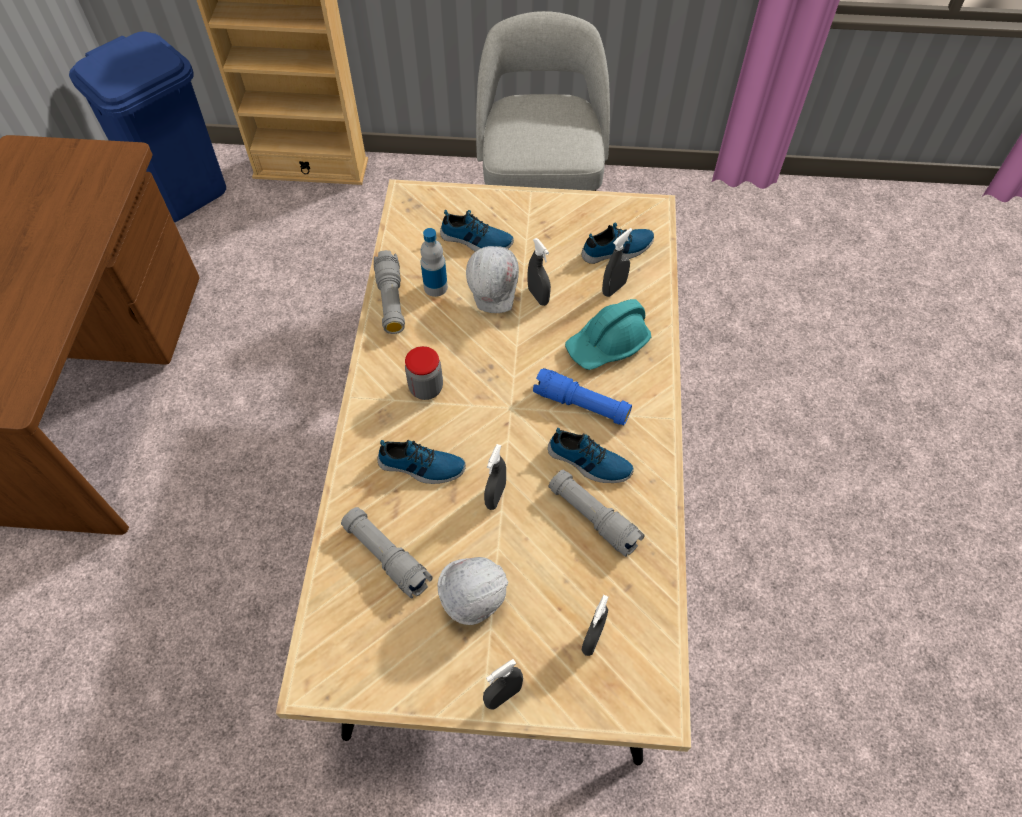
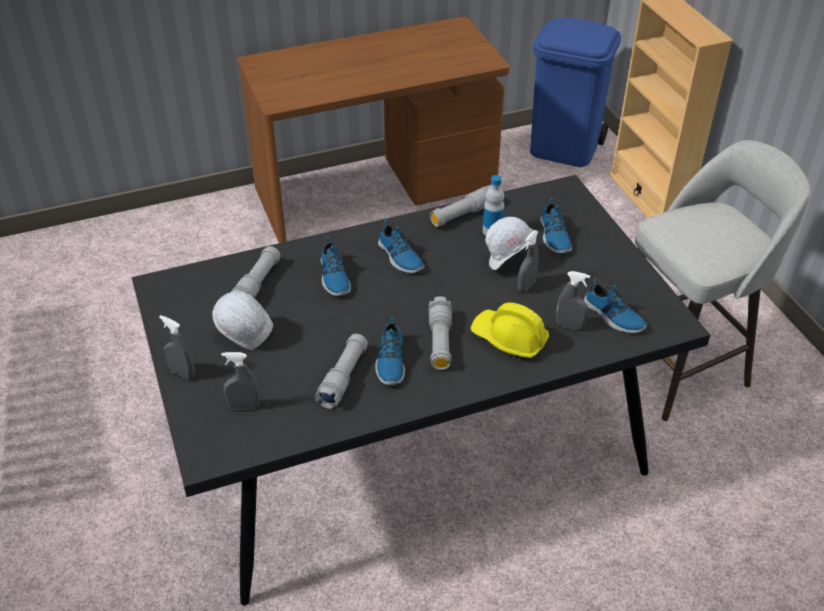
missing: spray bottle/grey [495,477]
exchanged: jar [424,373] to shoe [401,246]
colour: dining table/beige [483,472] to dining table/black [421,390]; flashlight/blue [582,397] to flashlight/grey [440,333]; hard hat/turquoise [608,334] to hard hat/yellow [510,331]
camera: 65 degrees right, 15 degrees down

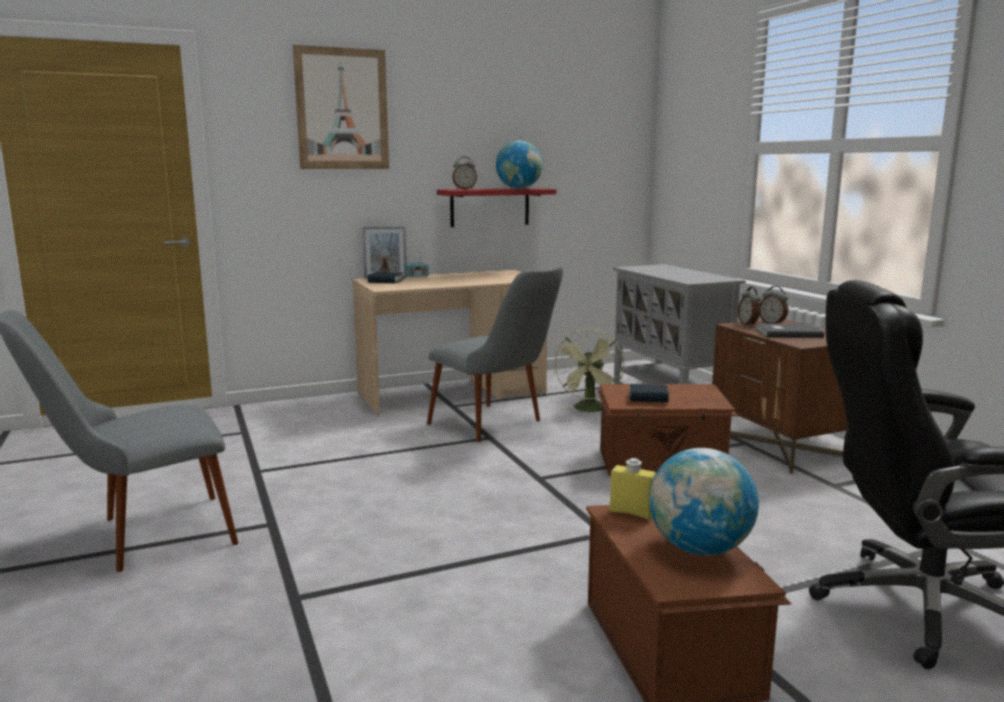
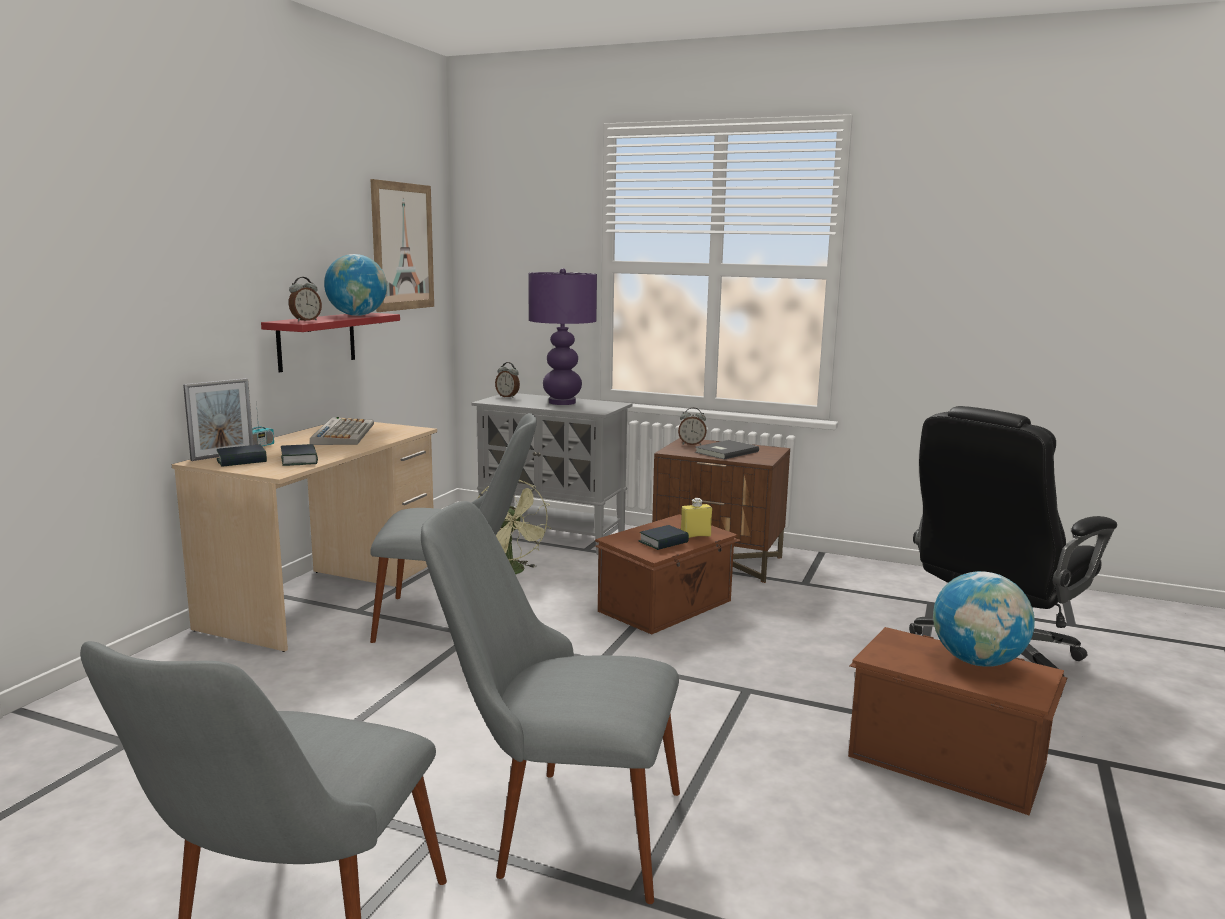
appeared: book [299,455]; keyboard [342,431]; chair/grey [550,702]; table lamp/purple [562,336]
relocated: picture [341,107] to [402,245]; bottle/yellow [632,489] to [696,518]; alarm clock [749,306] to [507,380]
camera: 45 degrees left, 0 degrees up

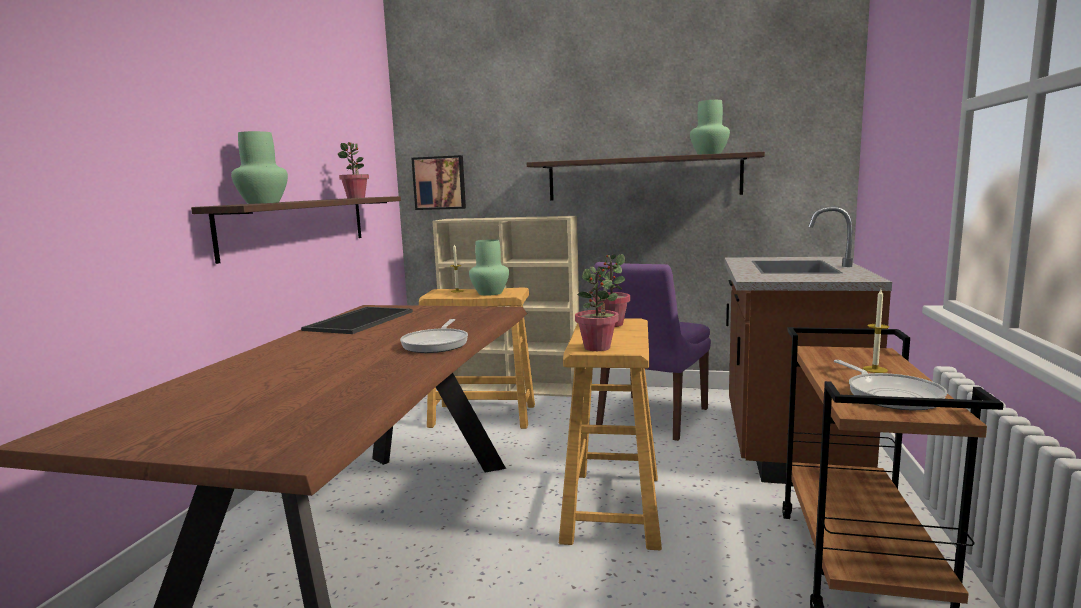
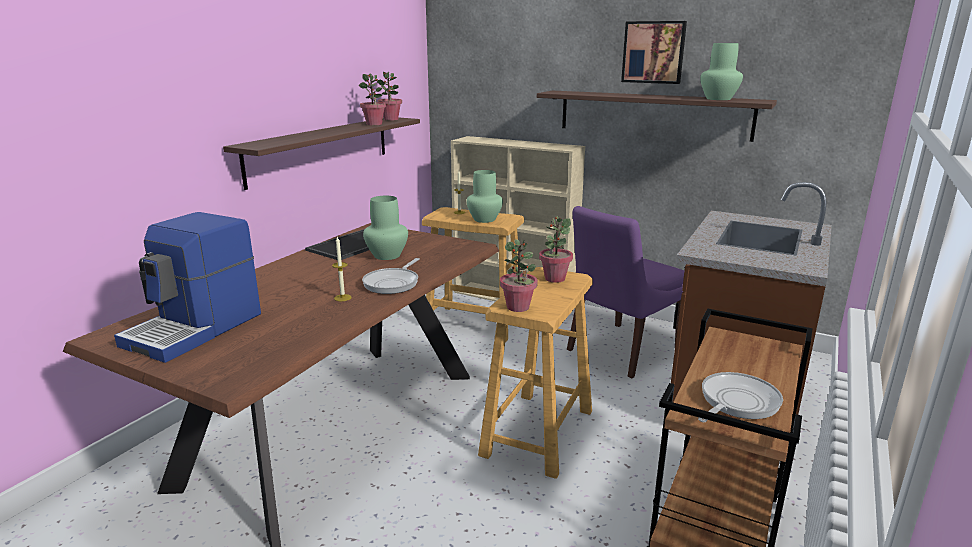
appeared: coffee machine [187,287]; potted plant [389,96]
relocated: vase/green [259,167] to [385,228]; picture [438,182] to [654,52]; candle [876,331] to [342,269]
spun: frying pan [890,385] = [740,397] 135 degrees counterclockwise
camera: 15 degrees right, 10 degrees up

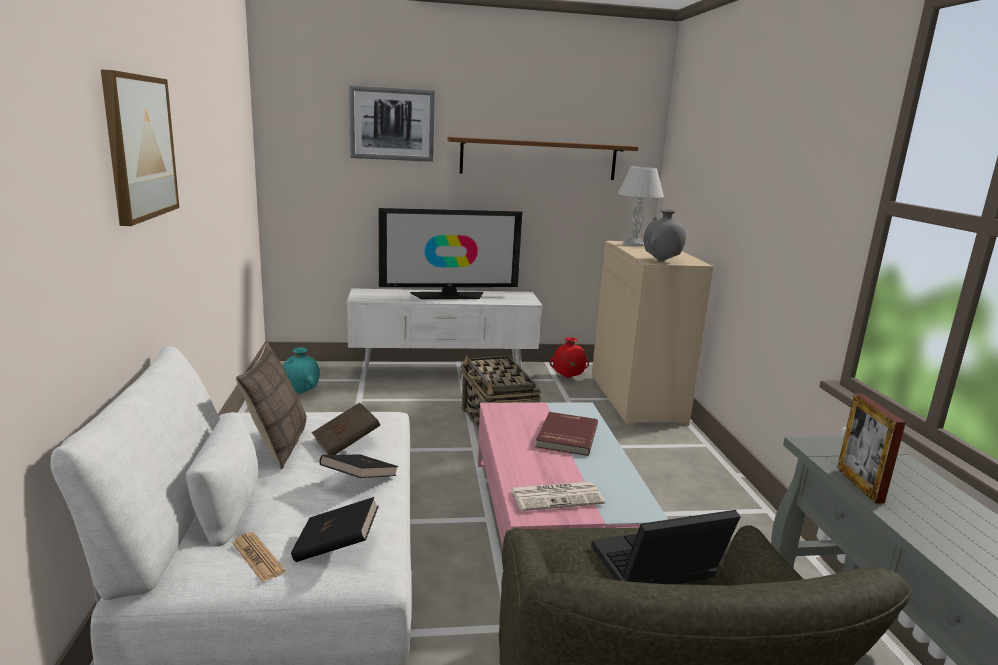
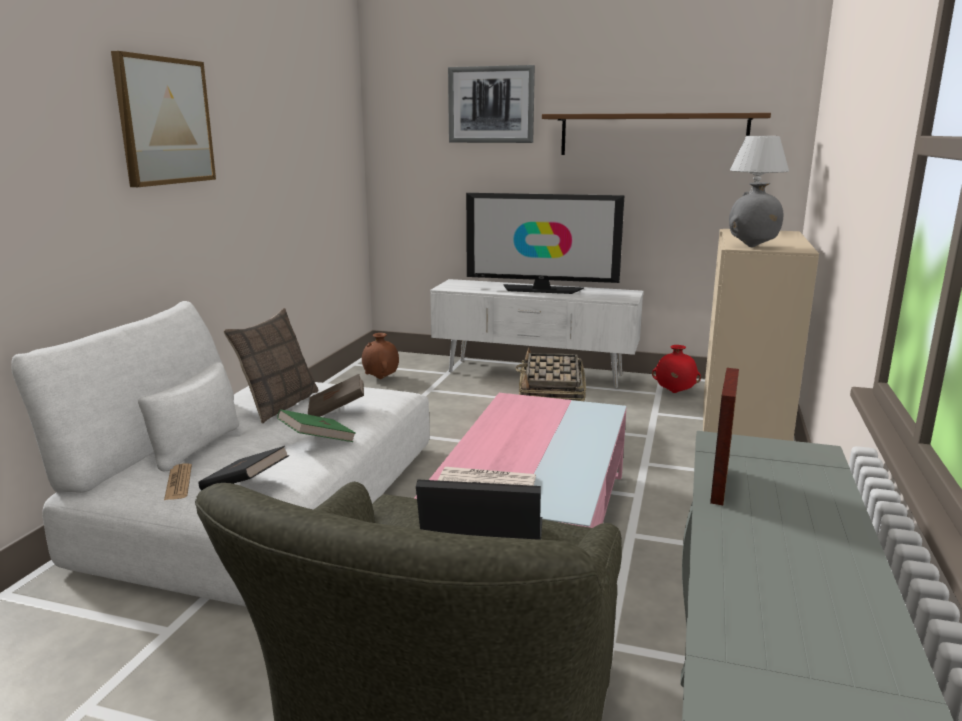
missing: book/red [567,434]
colour: vase/turquoise [301,371] to vase/brown [380,356]; book/black [359,466] to book/green [316,425]
camera: 25 degrees right, 0 degrees up

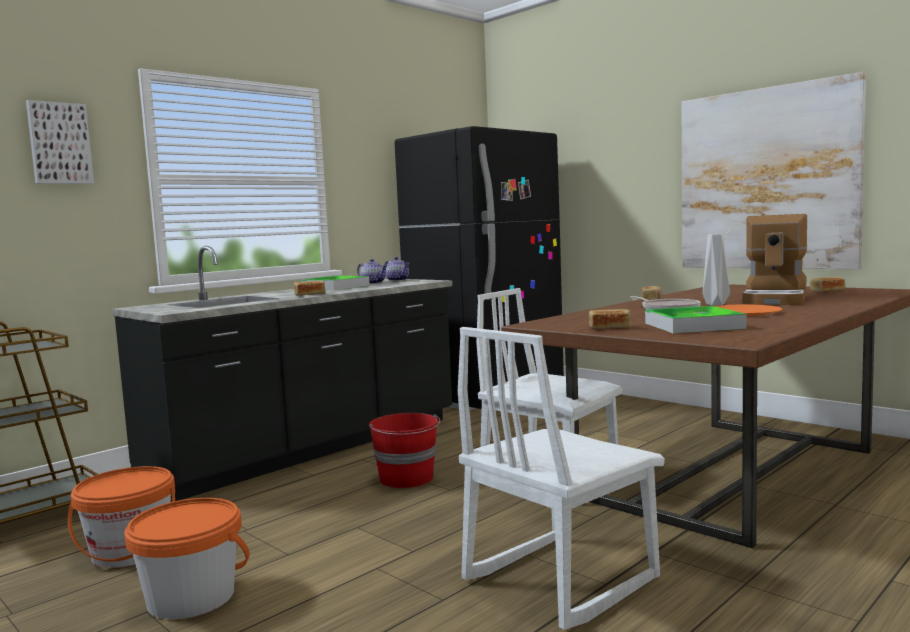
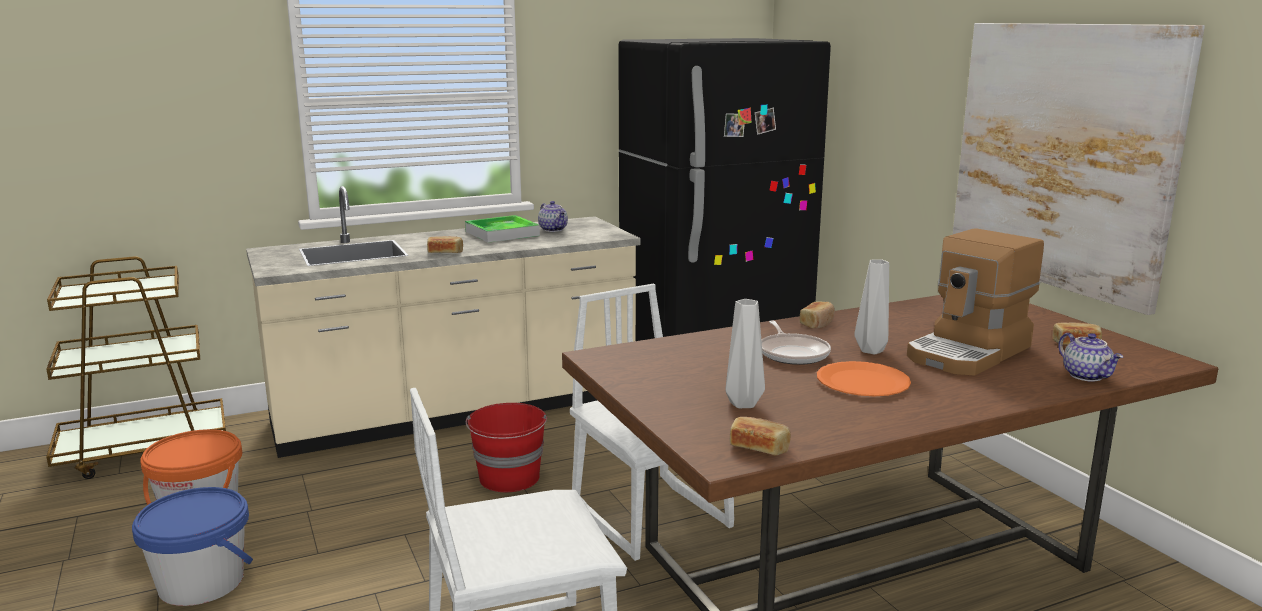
missing: picture [60,142]
relocated: teapot [397,269] to [1090,357]; bread [610,318] to [760,436]
exchanged: tray [696,319] to vase/grey [745,353]
colour: counter/black [282,374] to counter/beige [443,322]; bucket/orange [187,559] to bucket/blue [192,546]
camera: 20 degrees right, 10 degrees up

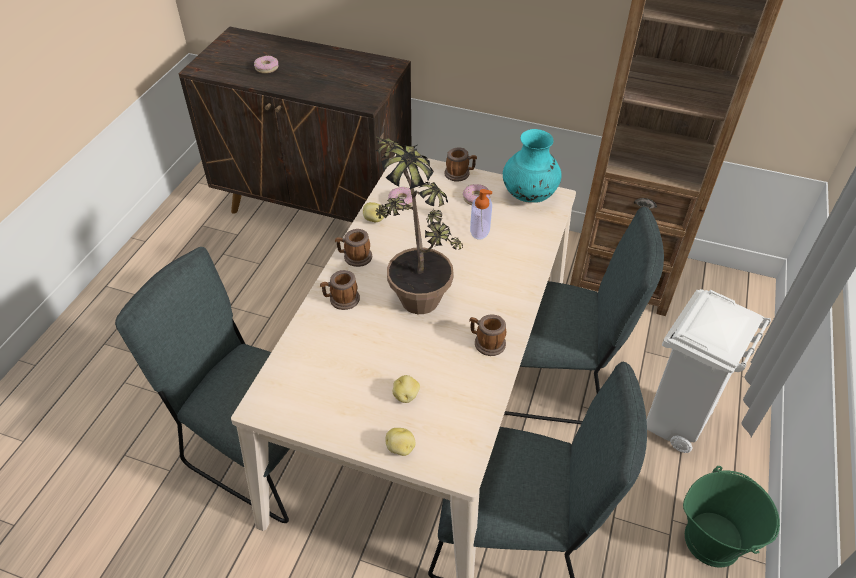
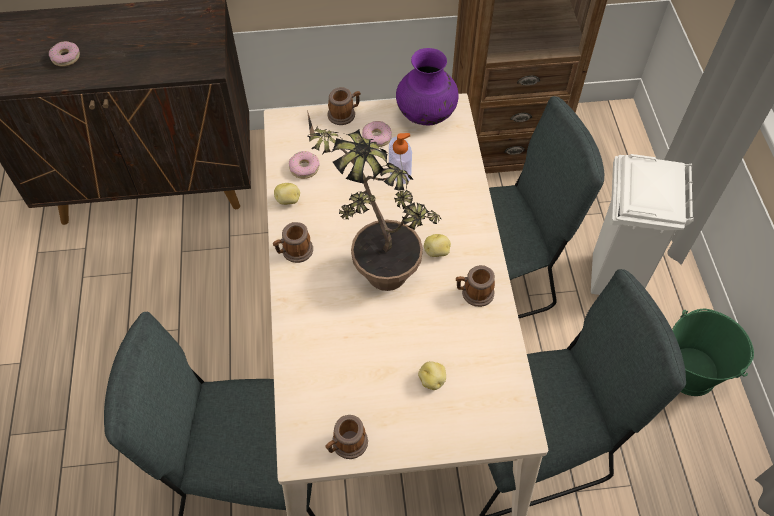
relocated: mug [340,290] to [346,437]; potato [400,442] to [437,245]
colour: vase/turquoise [532,166] to vase/purple [427,87]
camera: 25 degrees left, 10 degrees up

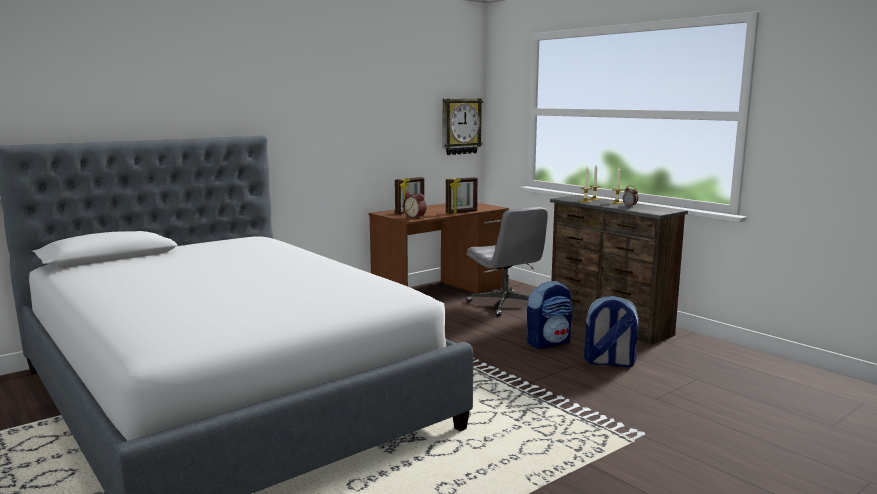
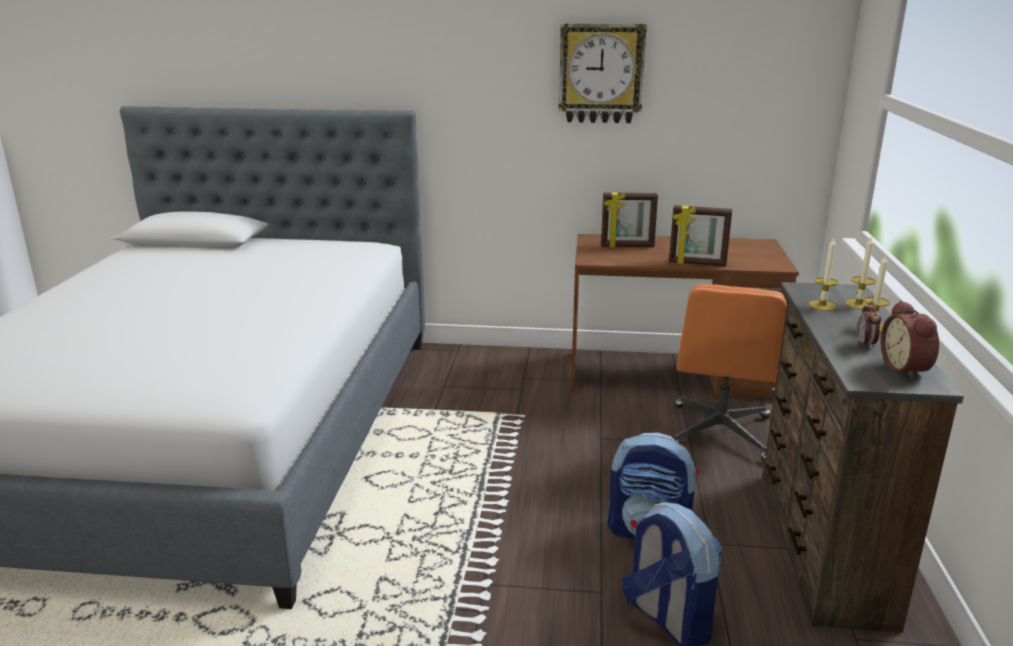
relocated: alarm clock [414,205] to [910,340]; wall clock [463,127] to [603,73]
colour: office chair/grey [507,262] to office chair/orange [730,373]
camera: 45 degrees right, 10 degrees up

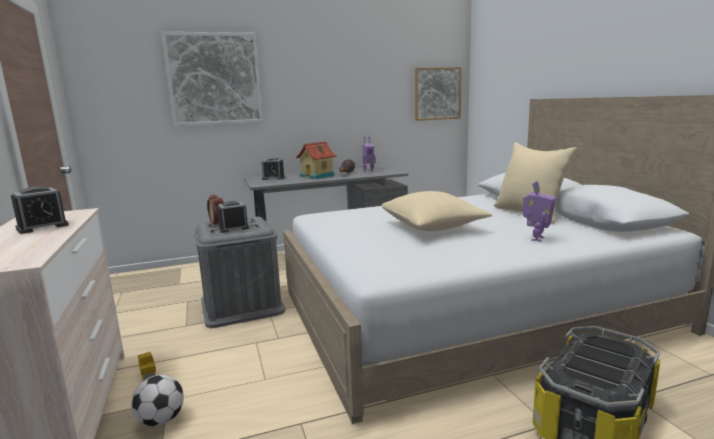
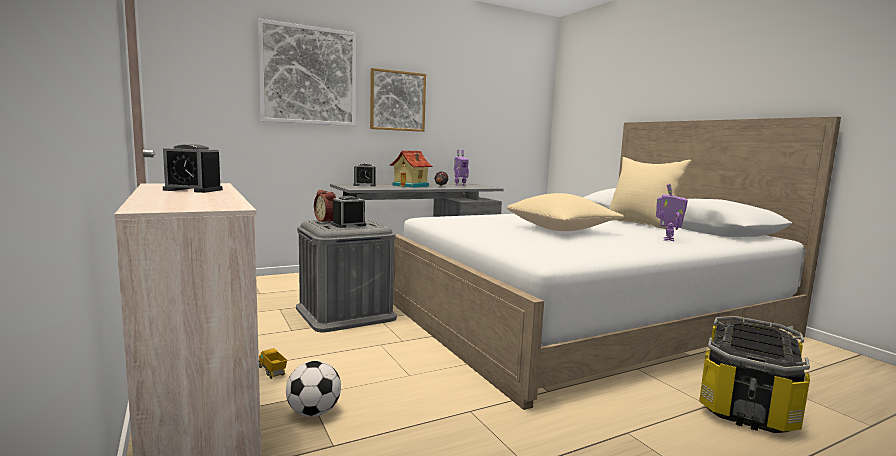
relocated: picture [438,94] to [398,100]
spun: alarm clock [40,210] = [193,168] 60 degrees clockwise
camera: 10 degrees left, 5 degrees down

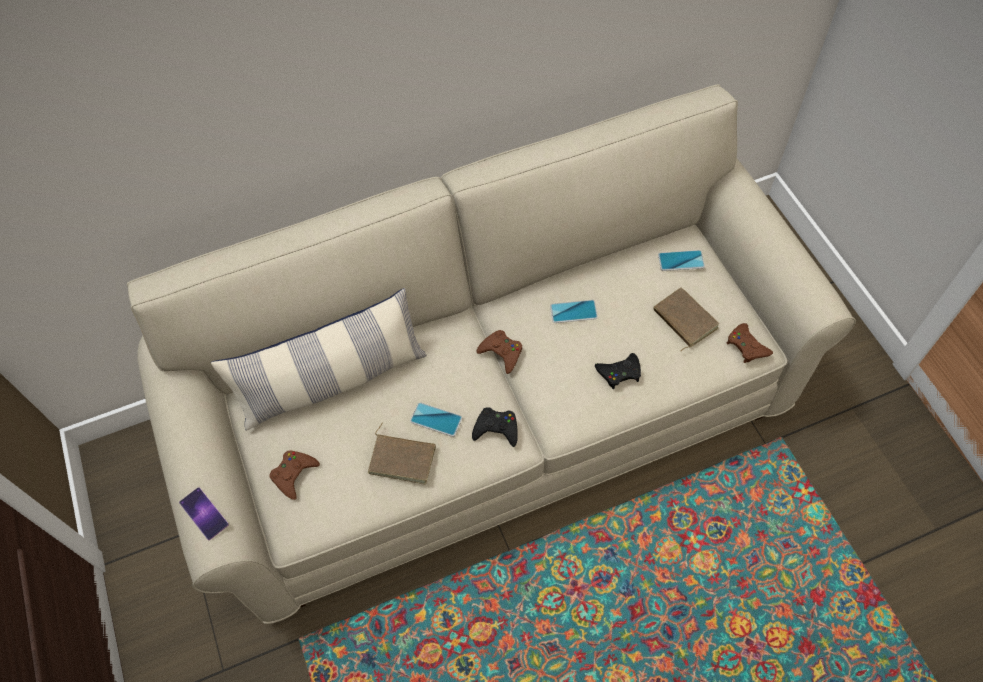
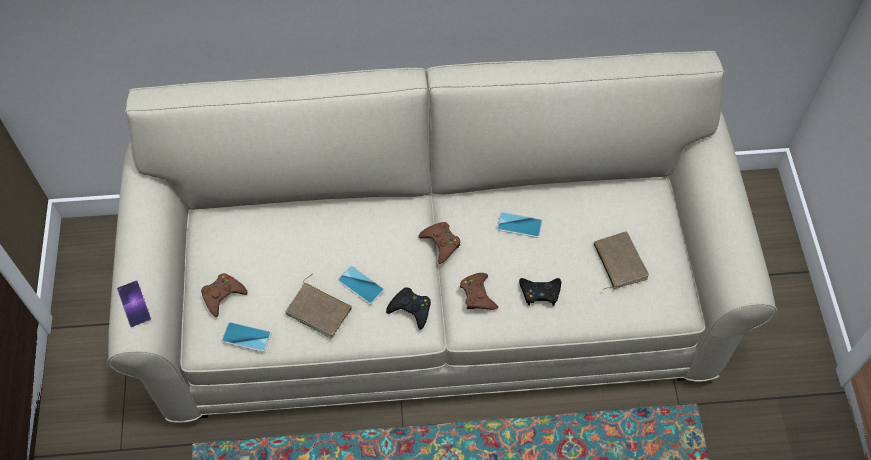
missing: pillow [319,359]
relocated: phone [681,260] to [246,337]; game controller/brown [750,343] to [479,291]
camera: 15 degrees right, 0 degrees up

